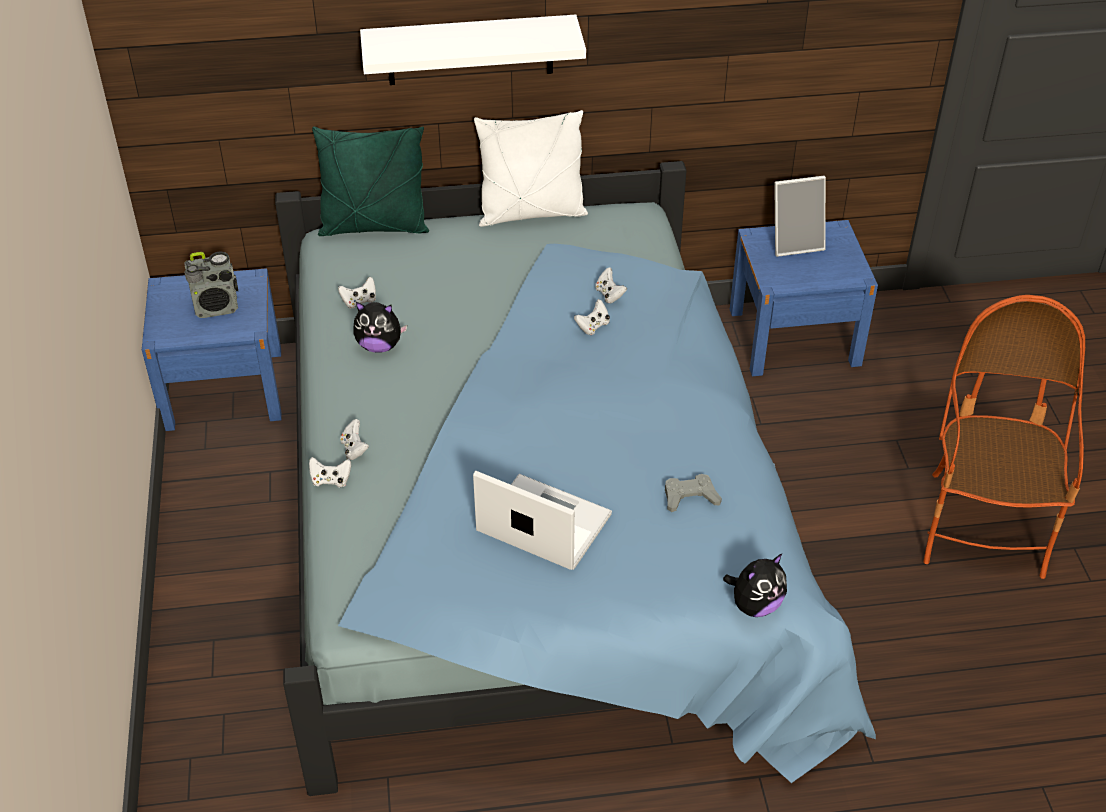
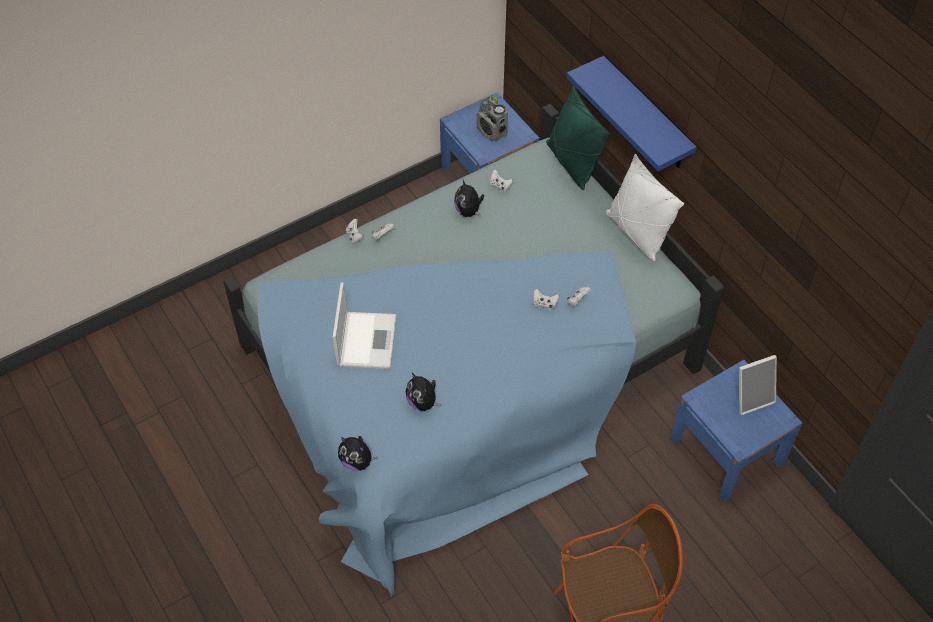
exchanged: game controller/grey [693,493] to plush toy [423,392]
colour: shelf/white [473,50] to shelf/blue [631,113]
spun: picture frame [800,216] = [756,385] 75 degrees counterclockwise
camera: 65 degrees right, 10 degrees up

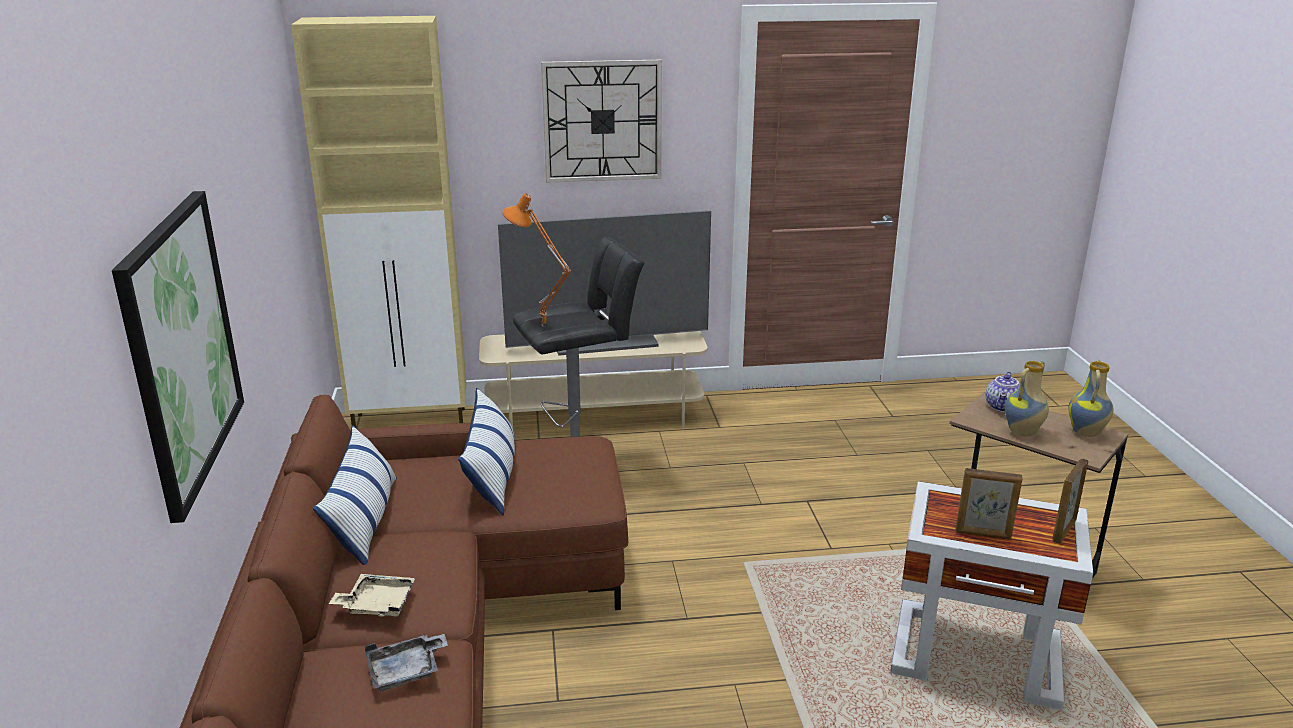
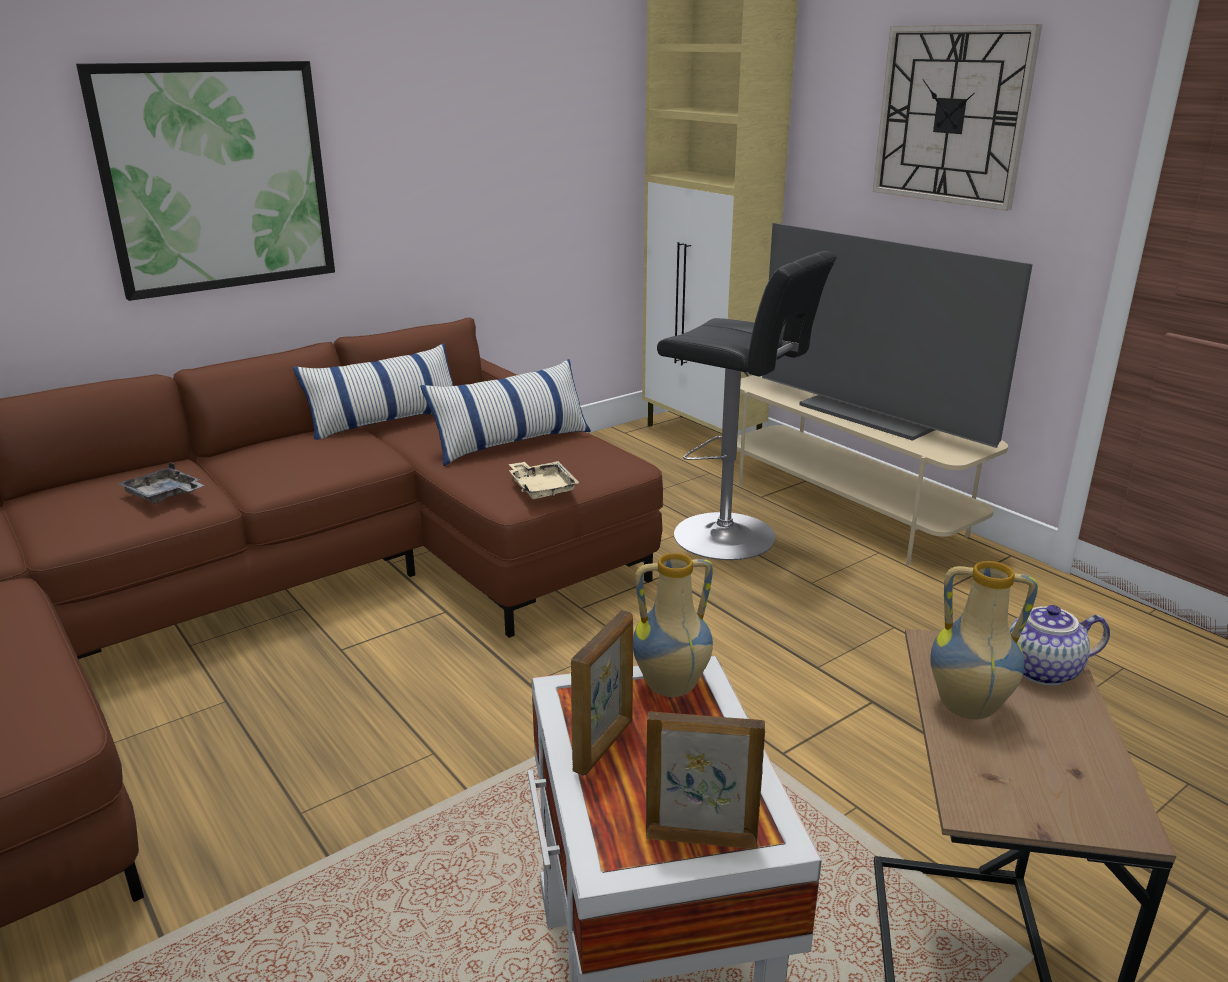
missing: table lamp/orange [536,260]
relocated: tray/beige [372,595] to [544,480]; vase [1090,398] to [673,625]
spun: picture frame [989,504] = [602,692] 135 degrees counterclockwise
camera: 60 degrees right, 0 degrees up

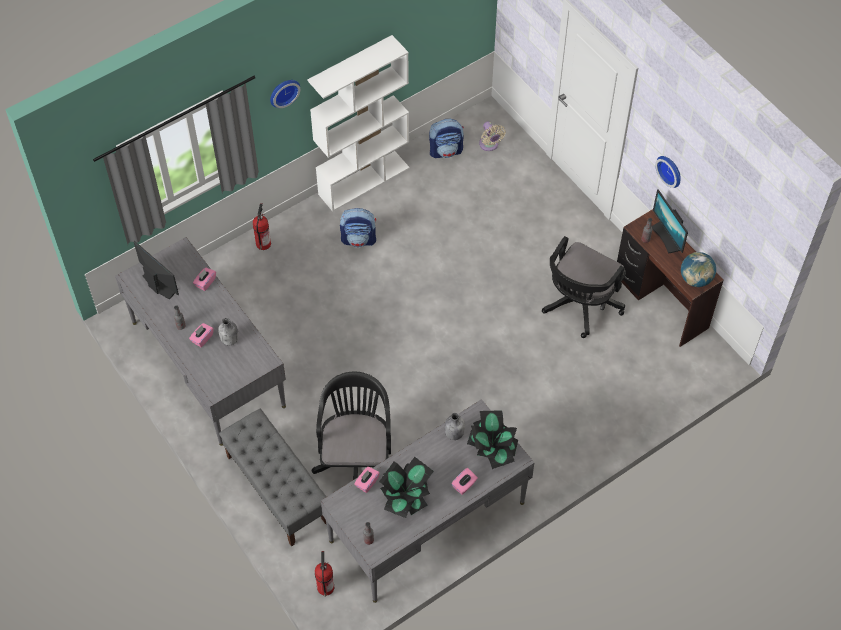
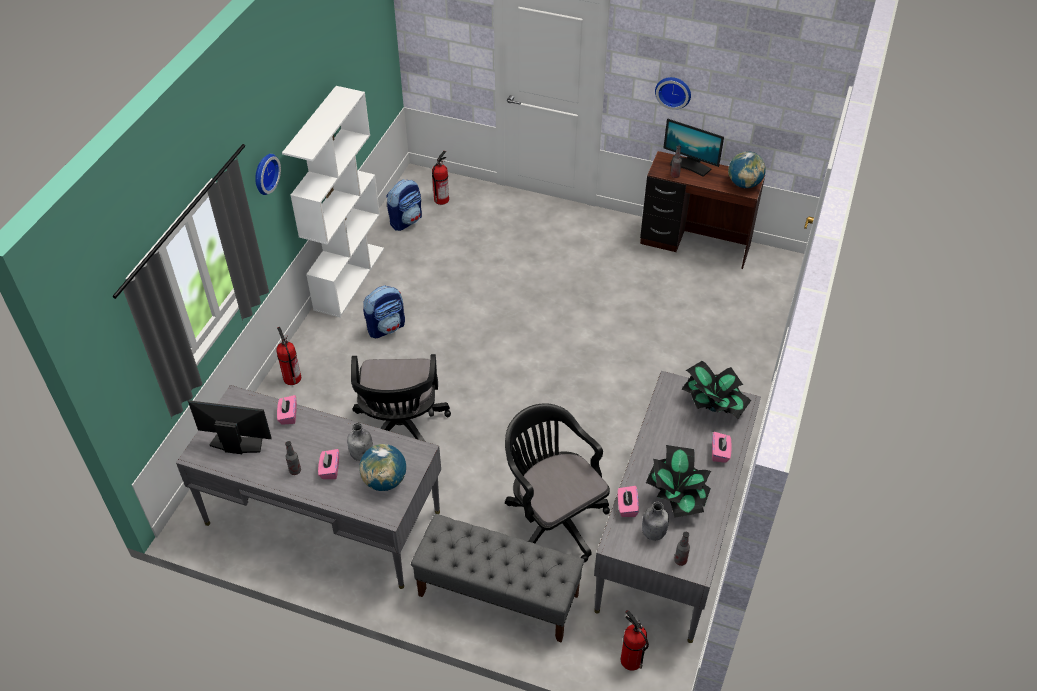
appeared: globe [382,467]
relocated: bottle/grey [455,426] to [655,521]; office chair/black [584,287] to [401,398]
exchanged: fan/beige [492,136] to fire extinguisher [440,178]
camera: 35 degrees left, 10 degrees down

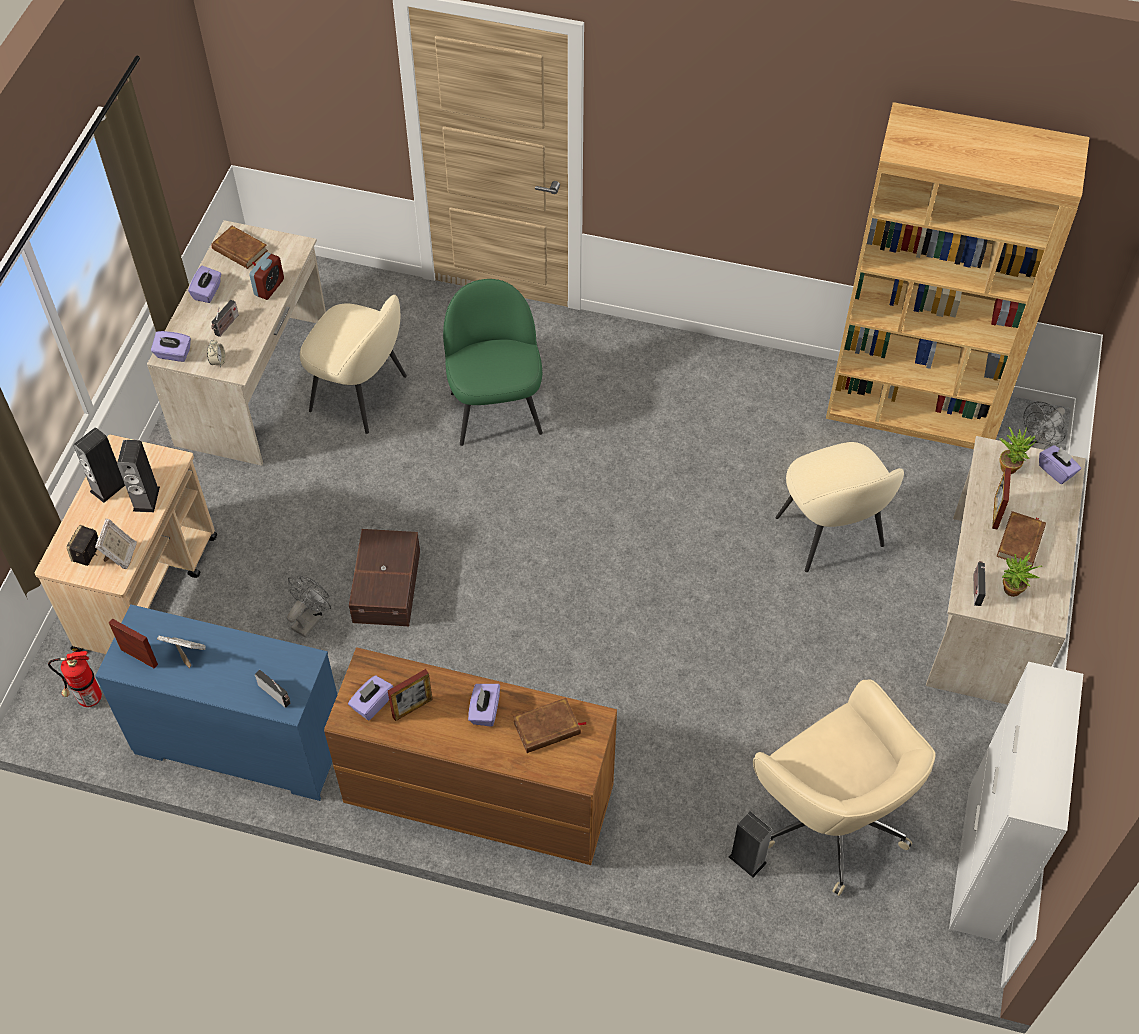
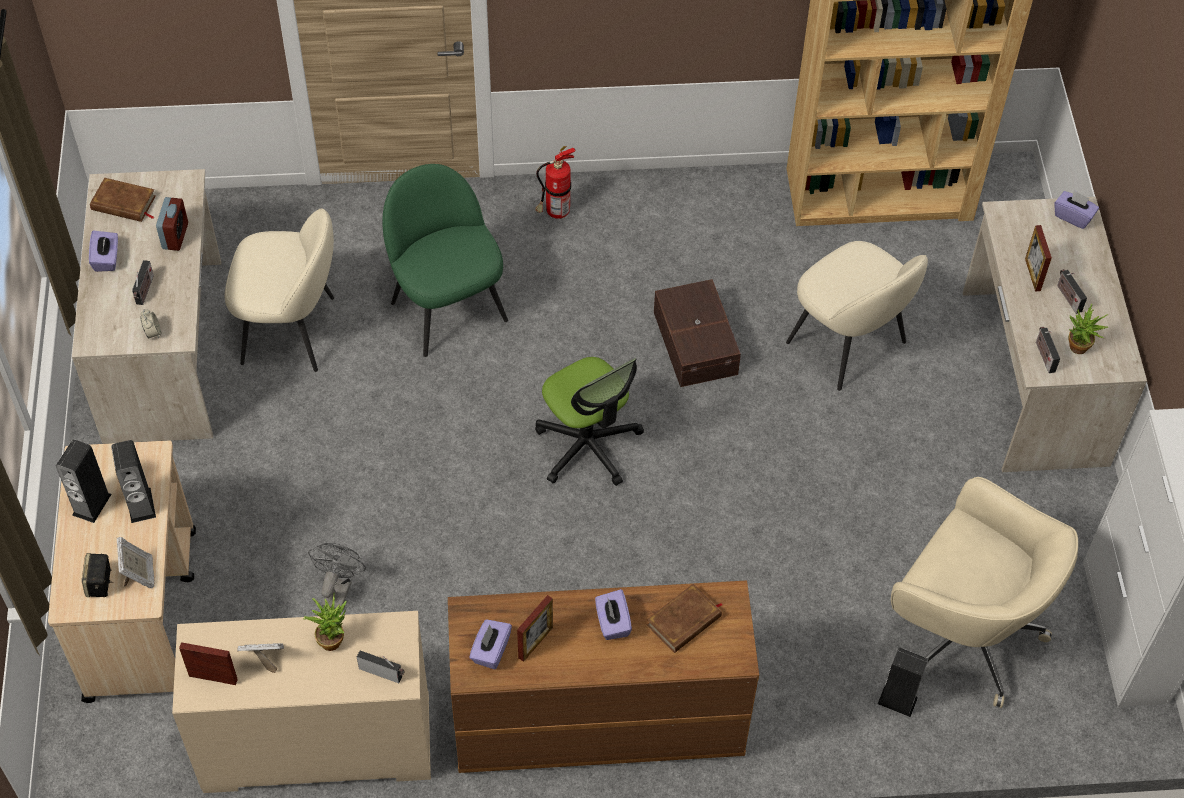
missing: tissue box/purple [171,346]; fan/grey [1045,426]
appeared: office chair [589,421]
relocated: fire extinguisher [75,677] to [555,182]; storage box/brown [384,577] to [697,333]; potted plant [1017,450] to [325,621]
exchanged: book/brown [1021,539] to radio [1072,291]
colour: dresser/blue [216,702] to dresser/beige [301,702]
camera: 20 degrees left, 0 degrees up

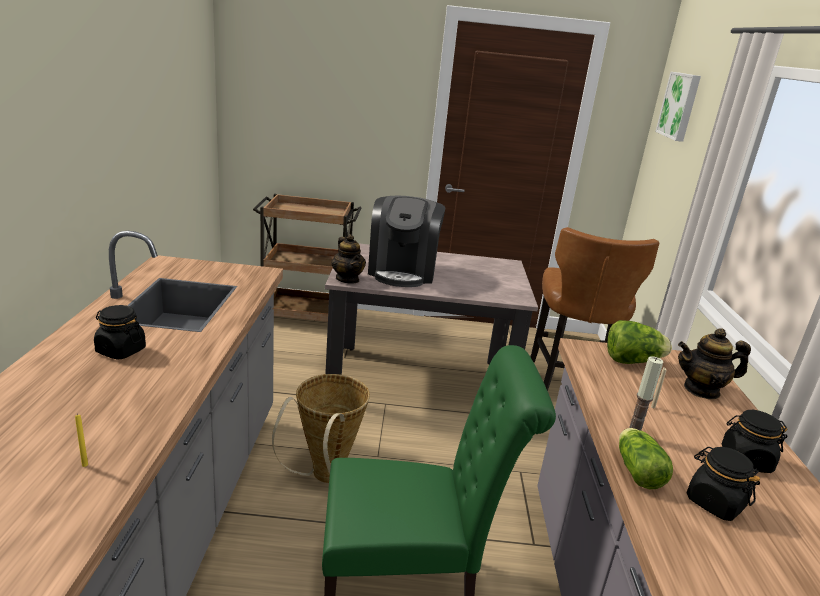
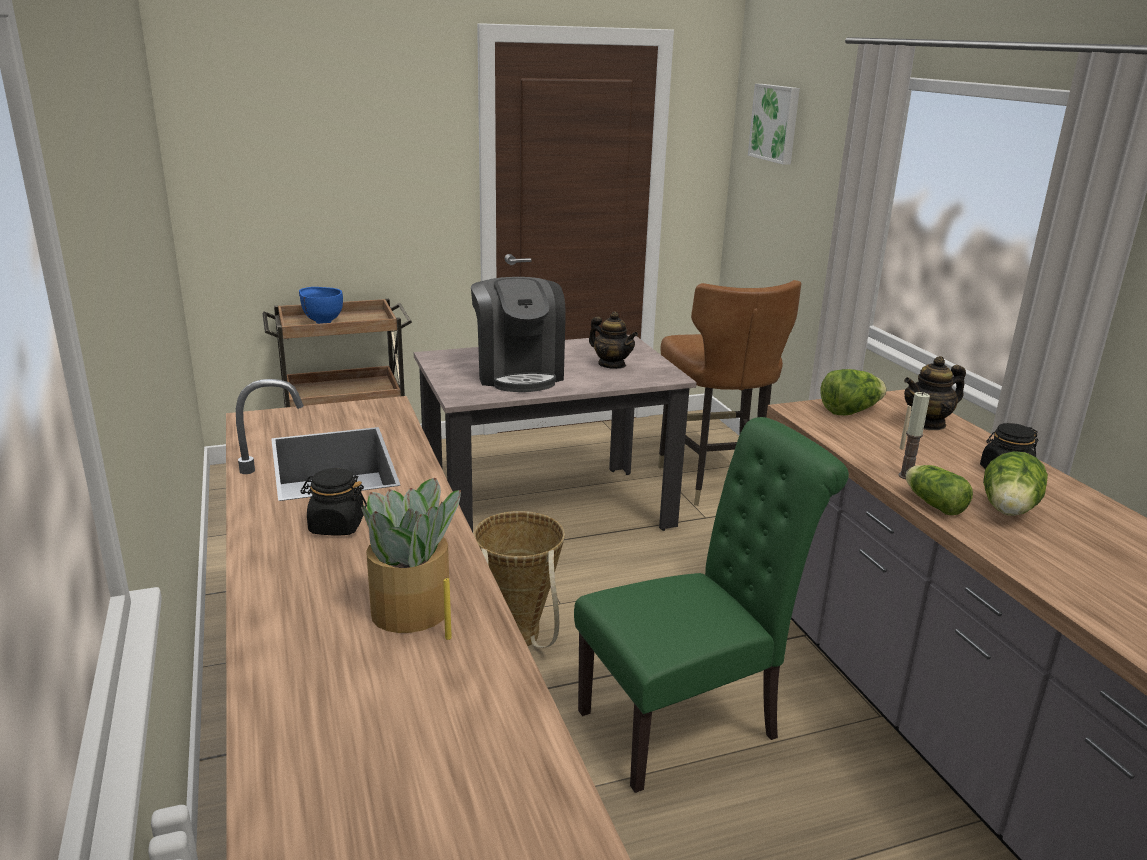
appeared: bowl/blue [321,305]; potted plant [411,555]
relocated: teapot [348,259] to [613,340]
exchanged: jar/black [723,484] to lettuce [1015,483]
camera: 20 degrees left, 0 degrees up

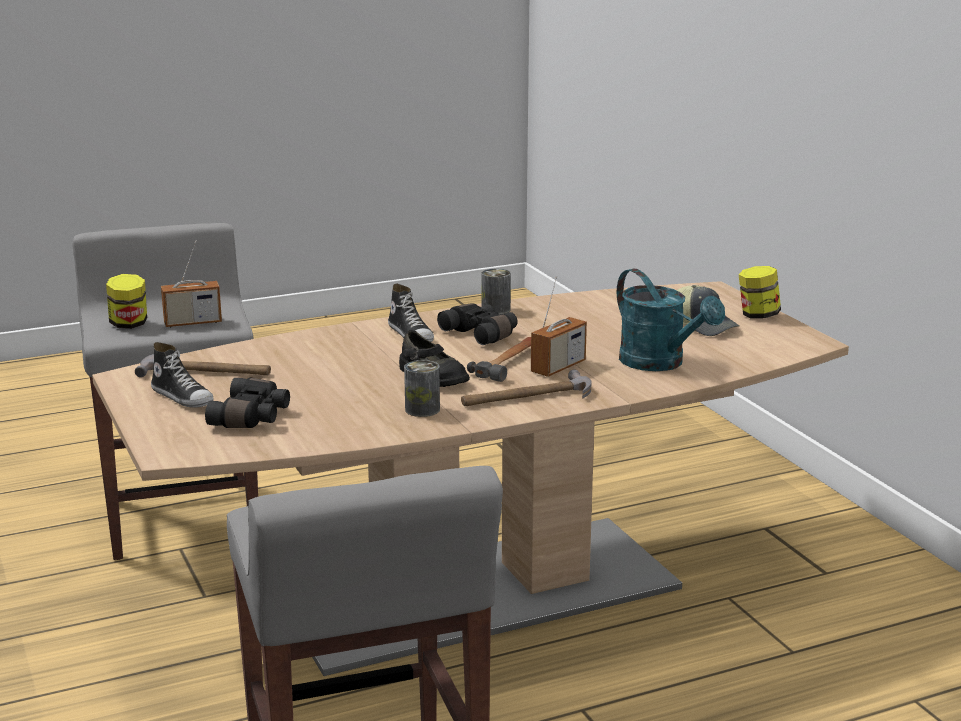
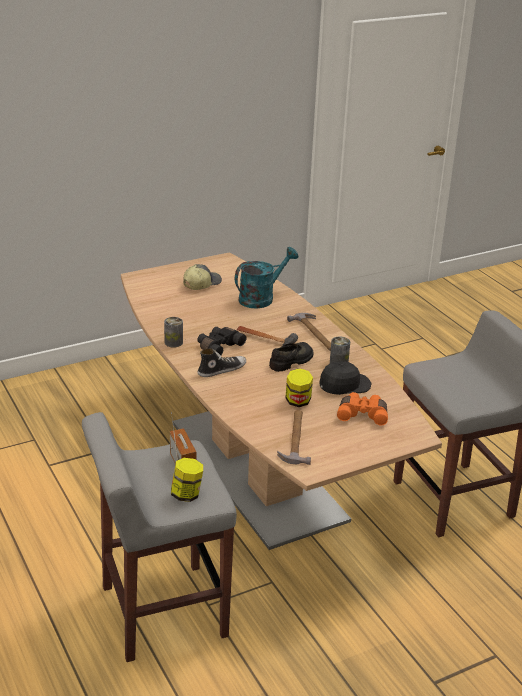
missing: shoe [182,375]; radio [559,326]
appeared: cap/black [345,378]
relocated: jar [760,292] to [299,387]
colour: binoculars/black [247,403] to binoculars/orange [362,408]
camera: 95 degrees left, 10 degrees up

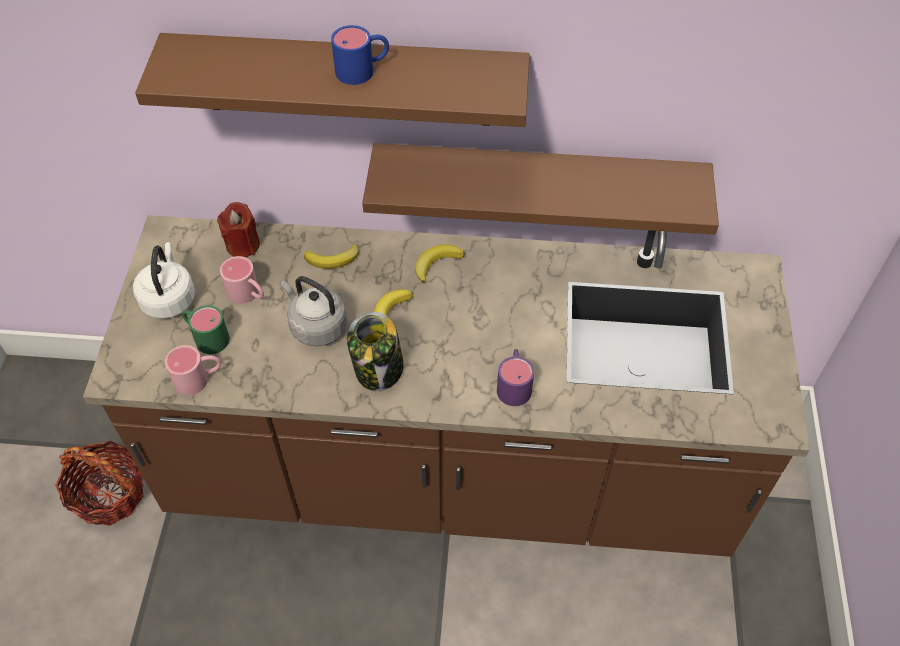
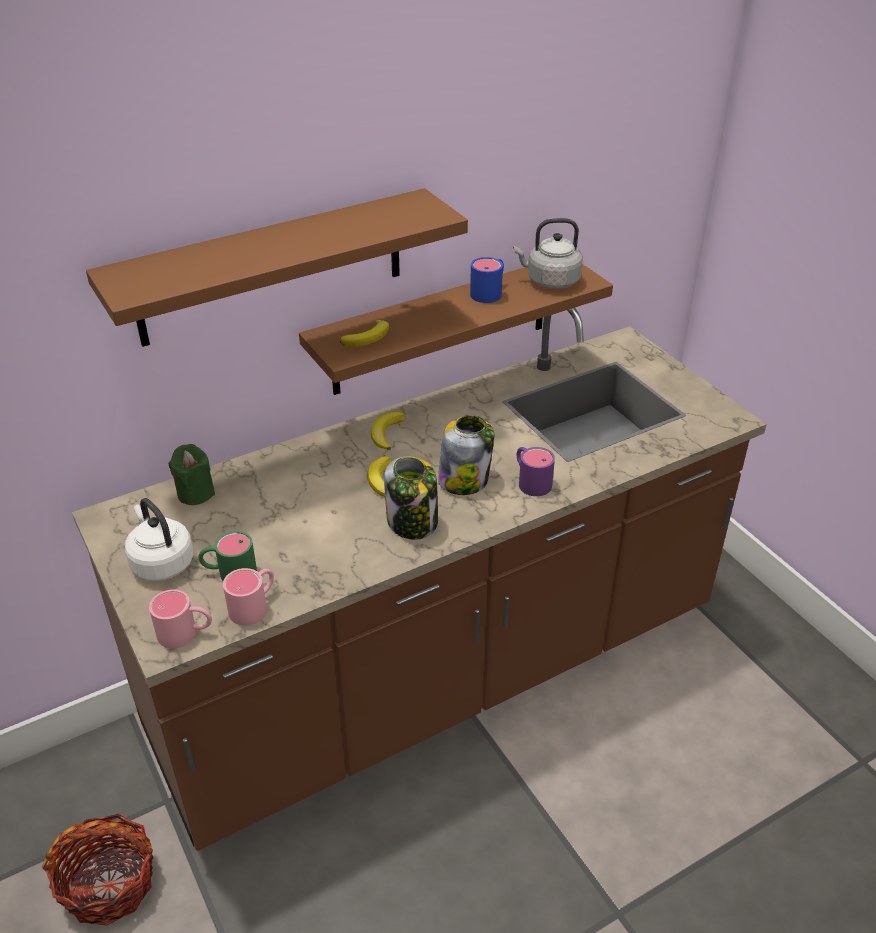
appeared: jar [466,455]
relocated: mug/pink [242,280] to [180,618]; kettle/grey [314,311] to [548,253]; banana [331,256] to [364,333]; mug/blue [360,55] to [487,280]
colour: candle/red [238,229] to candle/green [192,474]
camera: 35 degrees left, 15 degrees down

